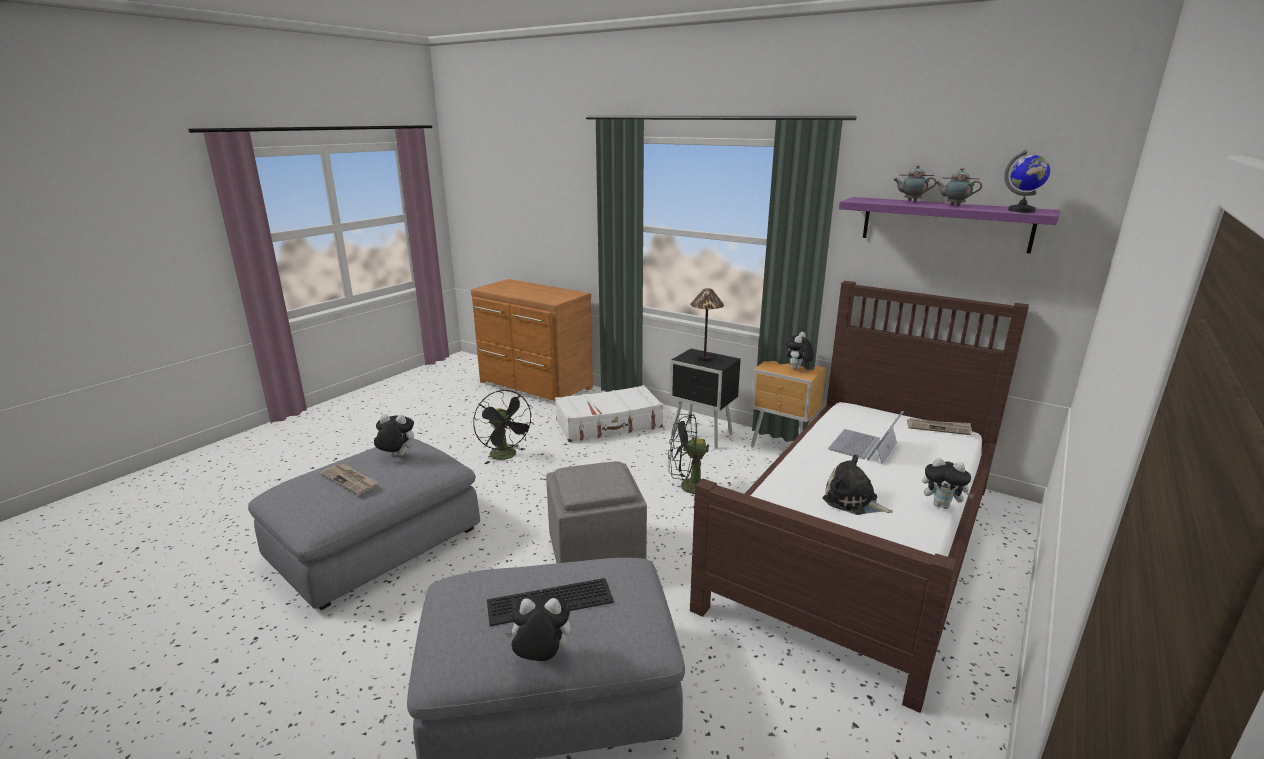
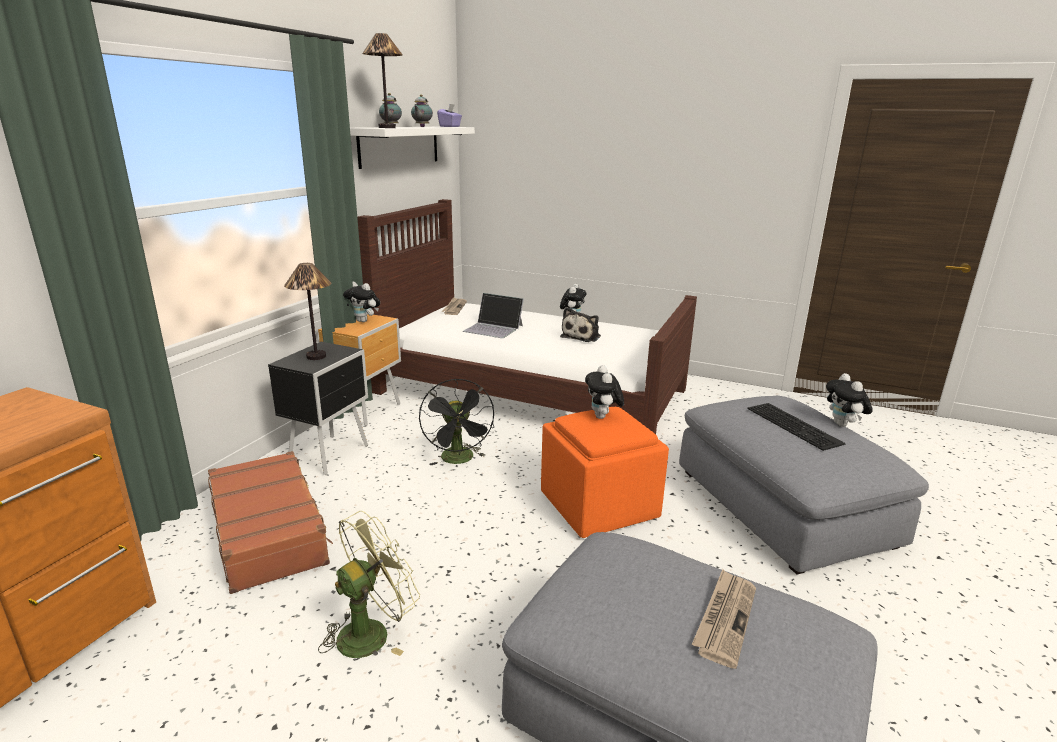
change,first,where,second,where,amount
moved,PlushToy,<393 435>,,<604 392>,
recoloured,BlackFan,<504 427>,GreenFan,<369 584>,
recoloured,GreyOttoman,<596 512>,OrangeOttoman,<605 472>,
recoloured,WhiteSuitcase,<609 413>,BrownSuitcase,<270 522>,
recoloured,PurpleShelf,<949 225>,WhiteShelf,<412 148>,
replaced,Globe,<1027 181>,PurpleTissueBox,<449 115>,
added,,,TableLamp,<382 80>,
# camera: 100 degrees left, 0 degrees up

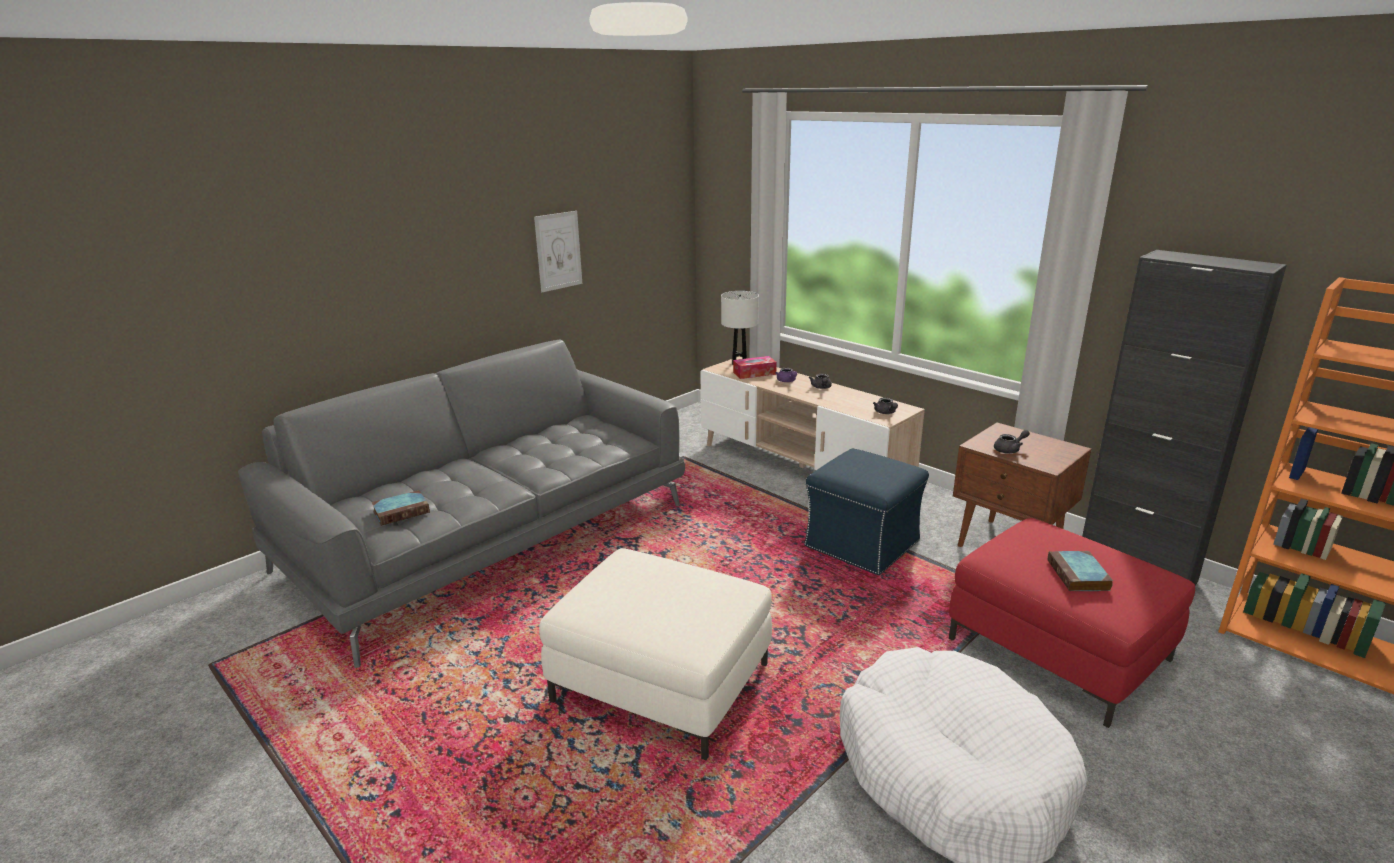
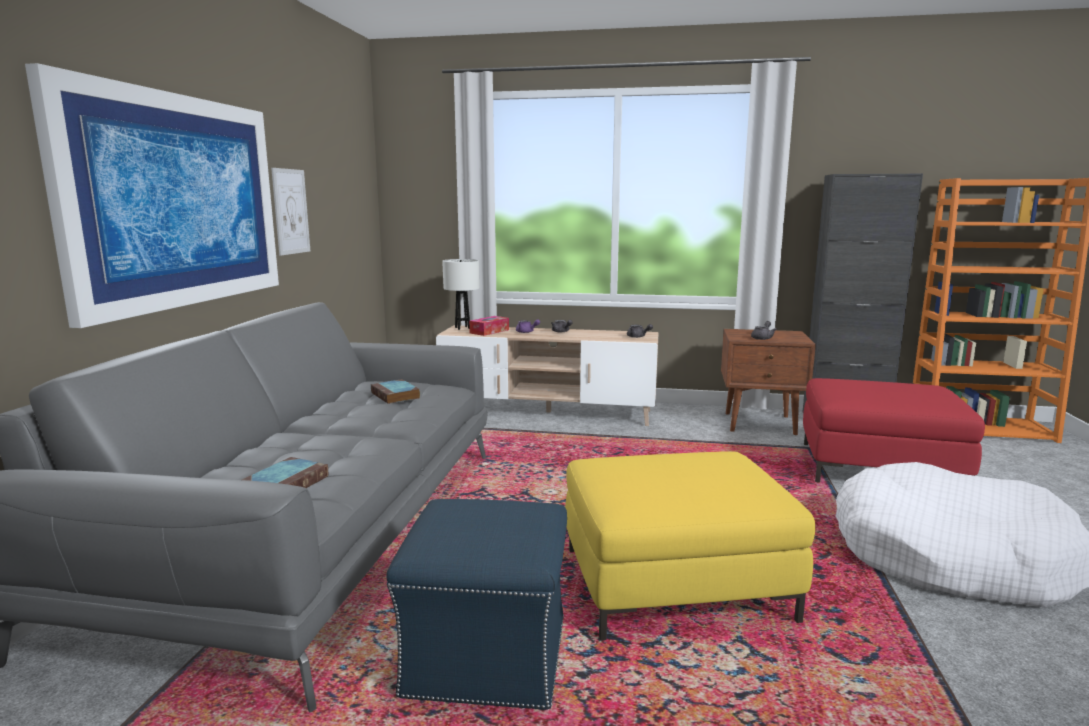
change,first,where,second,where,amount
recoloured,WhiteOttoman,<655 654>,YellowOttoman,<690 545>,
moved,BlueOttoman,<866 512>,,<476 604>,
moved,Book,<1080 571>,,<395 391>,
added,,,Picture,<152 195>,
# camera: 35 degrees left, 10 degrees down

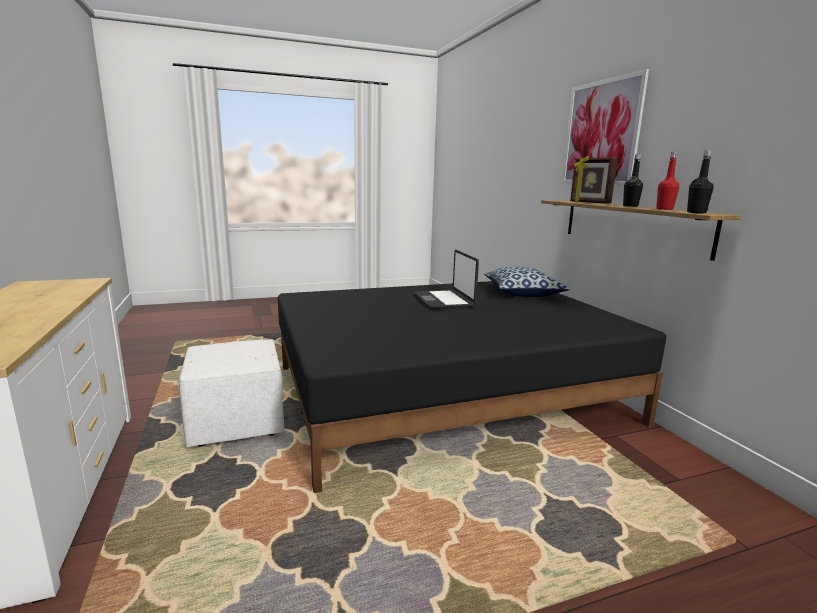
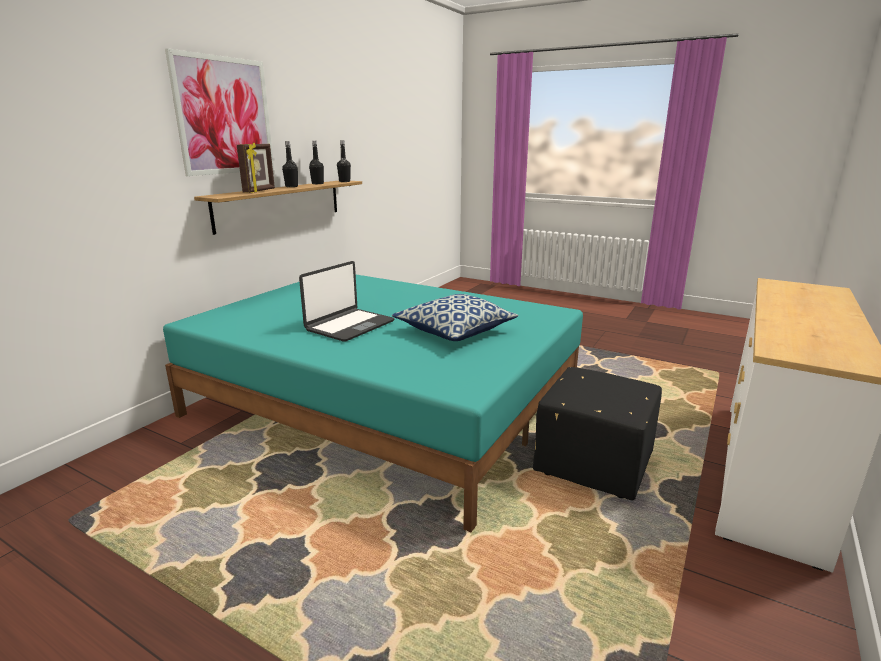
change,first,where,second,where,amount
recoloured,WhiteOttoman,<231 394>,BlackOttoman,<597 433>,
recoloured,BlackBed,<472 387>,TurquoiseBed,<373 403>,
moved,Pillow,<527 282>,,<455 317>,
recoloured,RedBottle,<667 181>,BlackBottle,<316 162>,
# camera: 130 degrees left, 5 degrees up

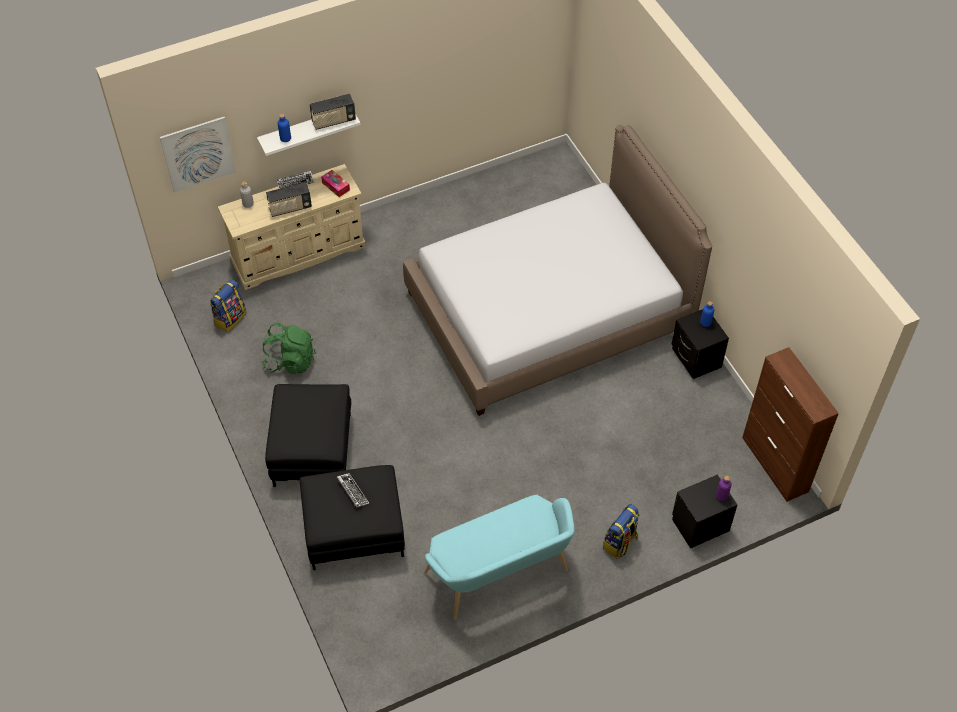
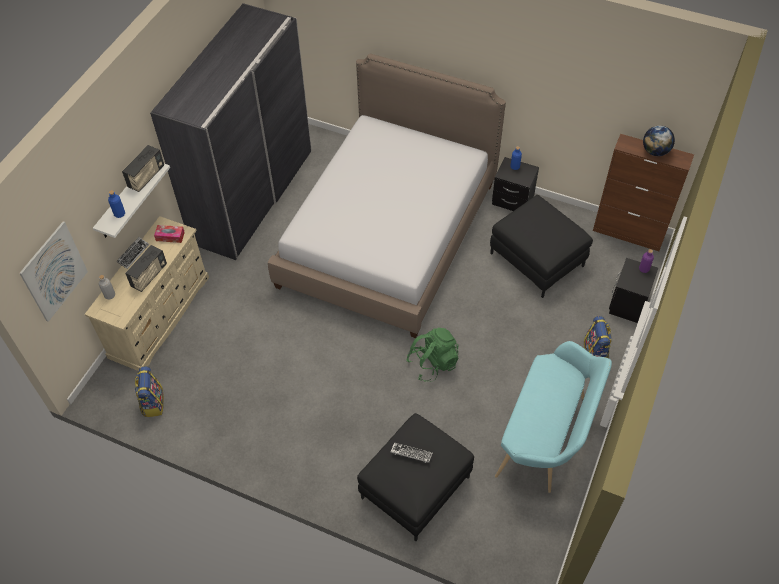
change,first,where,second,where,amount
moved,GreenBackpack,<288 348>,,<433 355>,
moved,BlackOttoman,<308 435>,,<541 246>,
added,,,GreyWardrobe,<231 131>,
added,,,Globe,<659 140>,
# camera: 40 degrees left, 0 degrees up

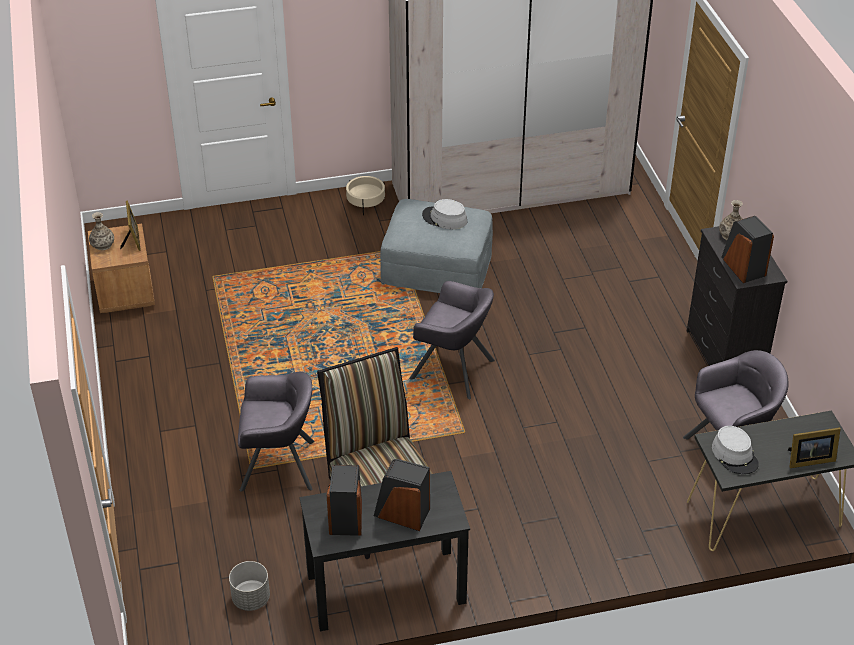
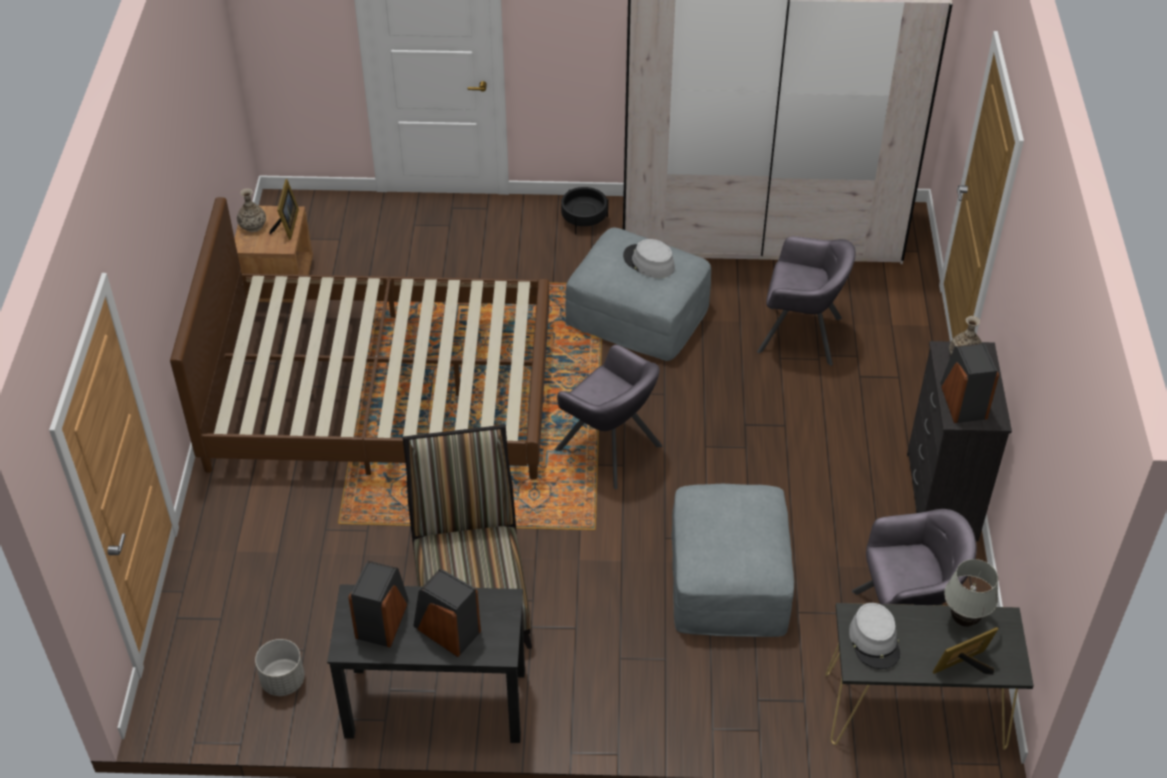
change,first,where,second,where,amount
moved,GreyArmchair,<276 431>,,<806 301>,
recoloured,BeigePlanter,<365 195>,BlackPlanter,<584 210>,
turned,PictureFrame,<814 447>,,<965 650>,150 degrees clockwise
added,,,BrownBed,<360 338>,
added,,,GreyOttoman,<733 560>,
added,,,WhiteTableLamp,<971 593>,
# camera: 15 degrees right, 5 degrees up

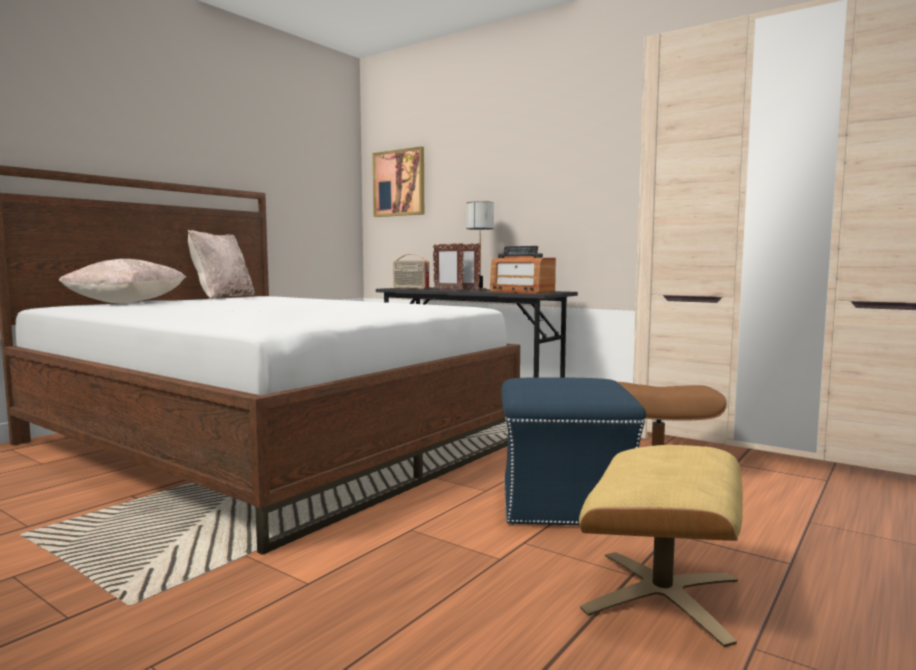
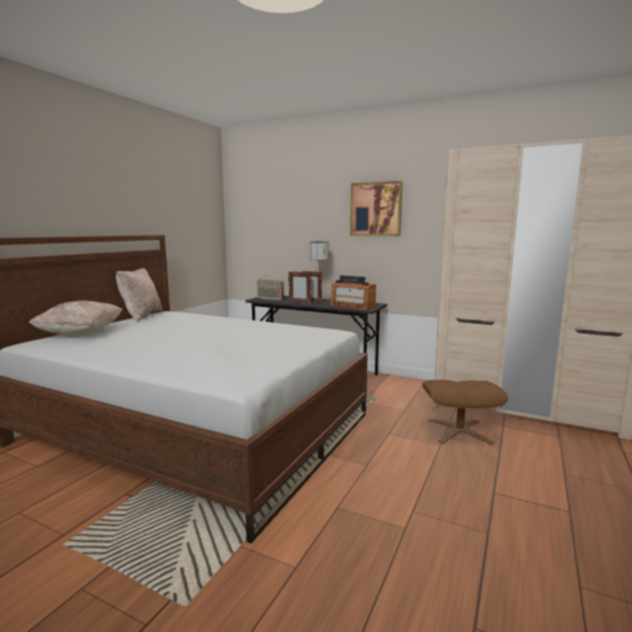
change,first,where,second,where,amount
moved,Picture,<398 181>,,<376 208>,
removed,BlueOttoman,<573 451>,,,
removed,BeigeOttoman,<661 546>,,,
# camera: 10 degrees left, 5 degrees up

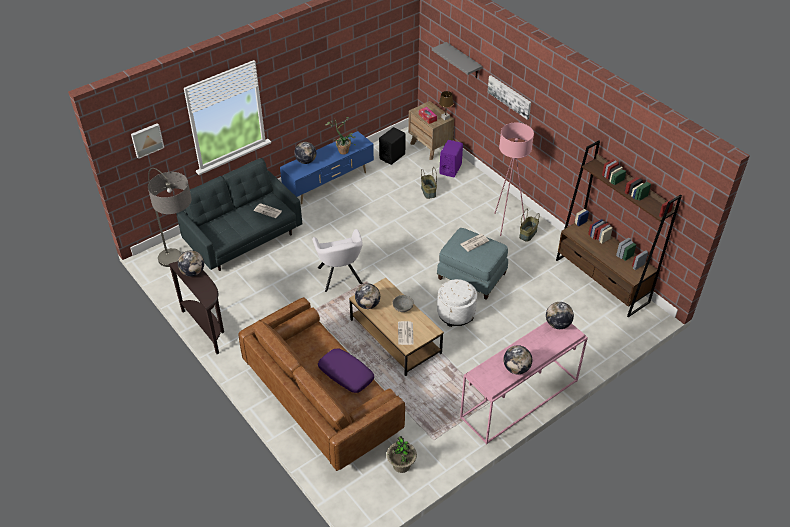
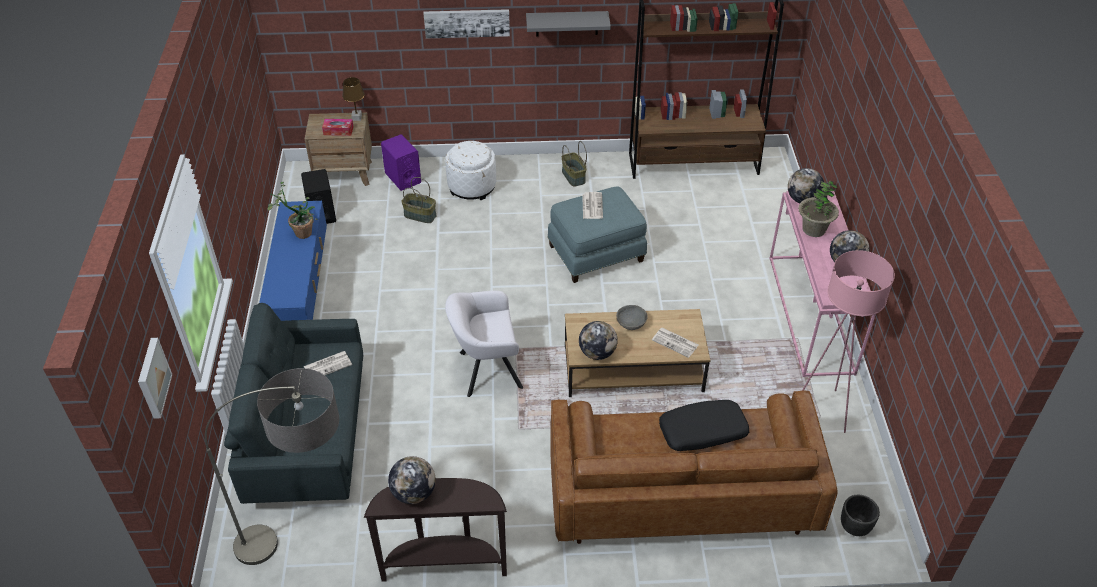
change,first,where,second,where,amount
removed,Globe,<305 153>,,,
turned,WhiteArmchair,<337 260>,,<484 344>,150 degrees clockwise
recoloured,PurplePillow,<346 371>,BlackPillow,<704 425>,
moved,PottedPlant,<401 454>,,<818 209>,
moved,GreyShelf,<457 60>,,<568 24>,
moved,WhiteOttoman,<457 303>,,<470 170>,
moved,PinkFloorLamp,<514 179>,,<848 341>,
added,,,BlackPlanter,<860 515>,
# camera: 55 degrees left, 0 degrees up

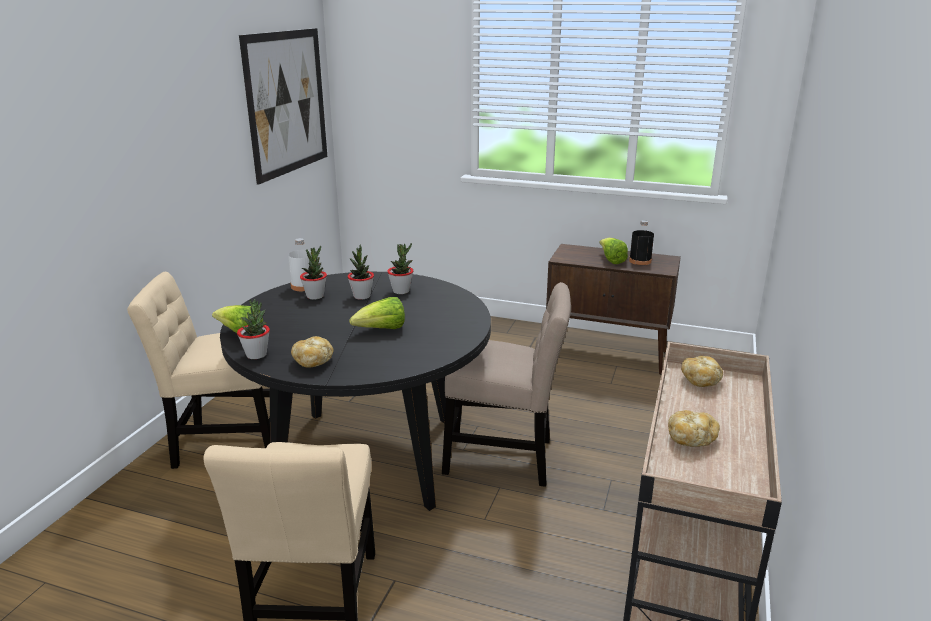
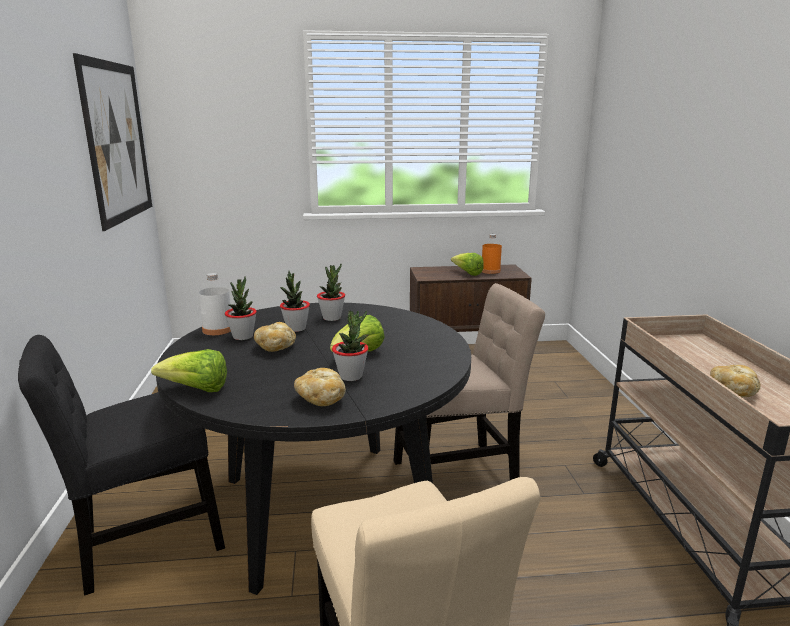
change,first,where,second,where,amount
recoloured,BeigeChair,<198 370>,BlackChair,<121 465>,
moved,PottedPlant,<253 329>,,<350 345>,
recoloured,BlackBottle,<641 242>,OrangeBottle,<492 254>,
moved,Bread,<702 371>,,<275 337>,
# camera: 25 degrees left, 5 degrees down

